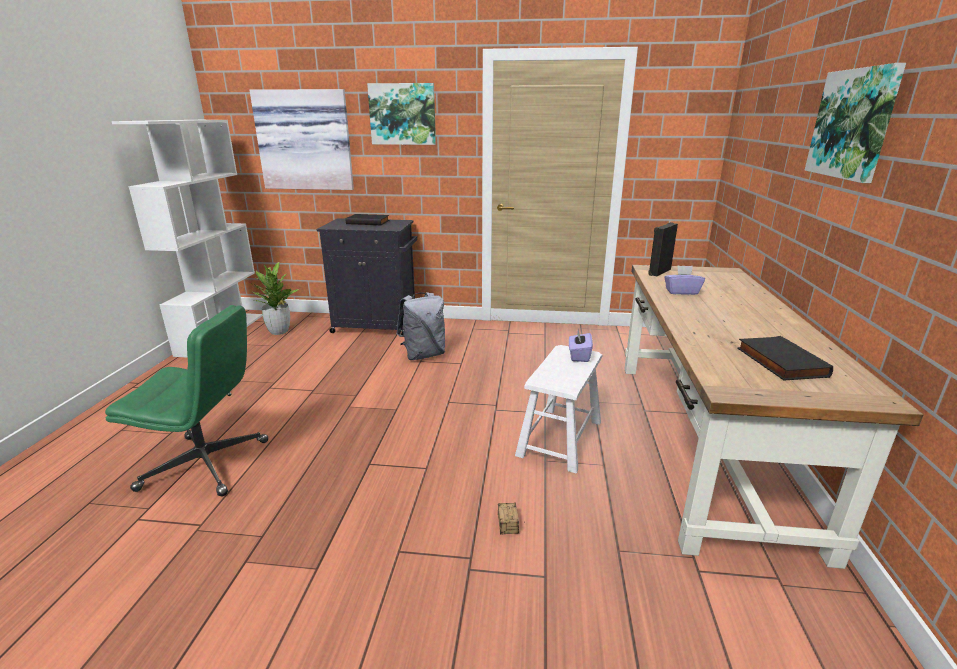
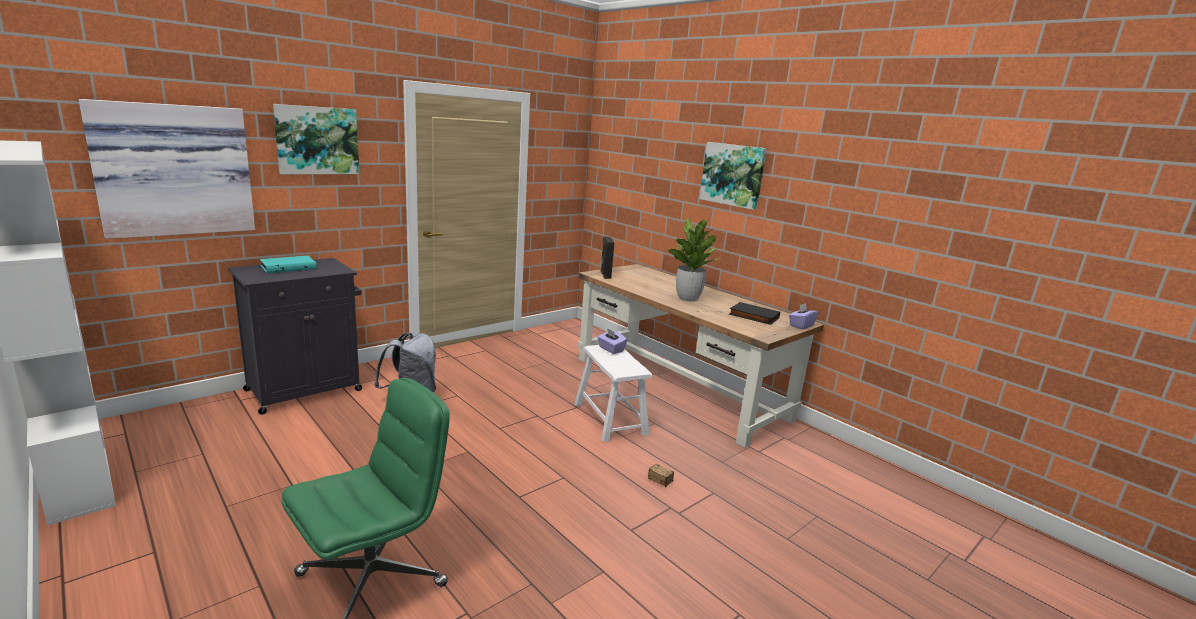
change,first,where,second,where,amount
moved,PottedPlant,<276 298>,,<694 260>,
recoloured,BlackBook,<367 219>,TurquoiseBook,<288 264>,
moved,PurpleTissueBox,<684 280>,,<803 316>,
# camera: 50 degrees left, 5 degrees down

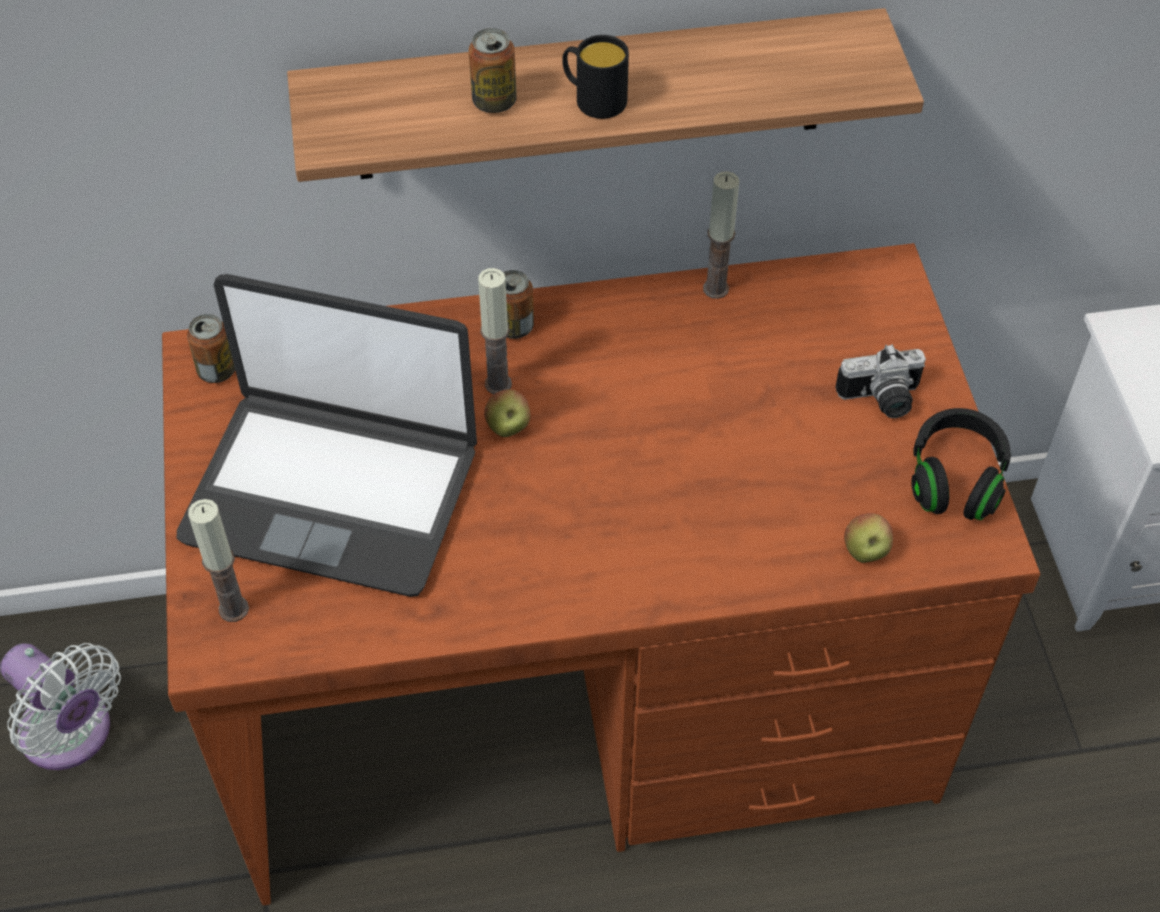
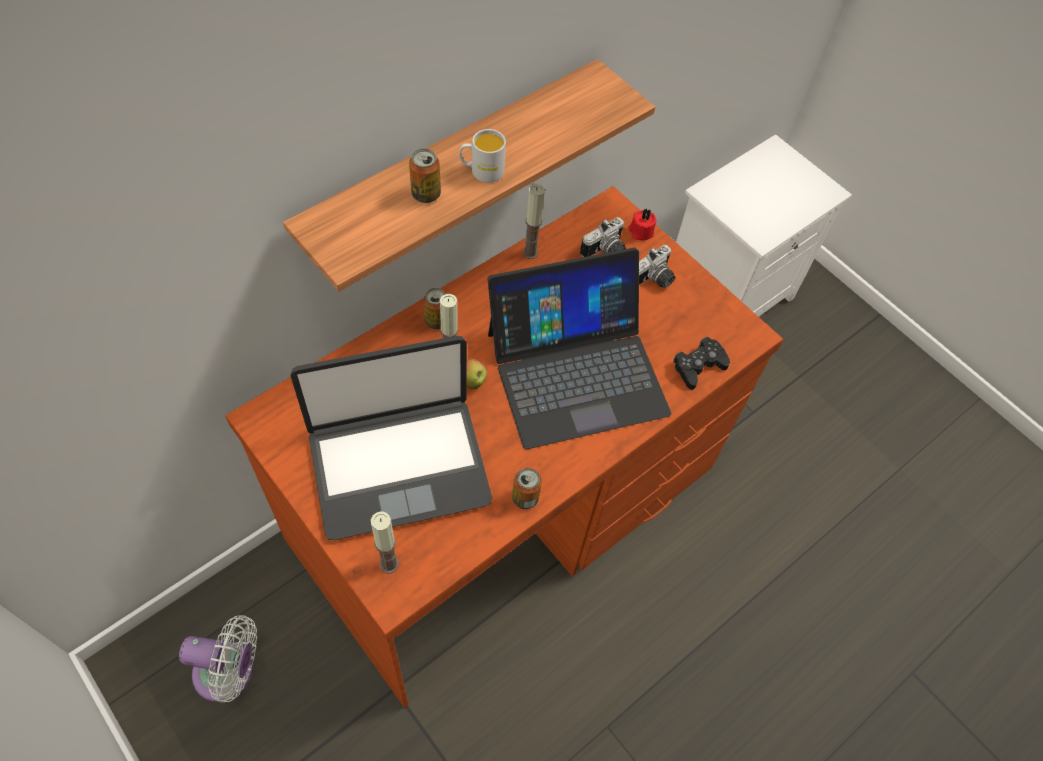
change,first,where,second,where,amount
moved,Can,<211 348>,,<527 488>,
recoloured,BlackMug,<595 77>,WhiteMug,<482 156>,
replaced,Apple,<868 538>,BlackGameController,<701 363>,
removed,BlackHeadphones,<961 464>,,,
added,,,Laptop,<579 348>,
added,,,PhotoCamera,<603 237>,
added,,,RedCandle,<642 224>,
# camera: 35 degrees left, 5 degrees up

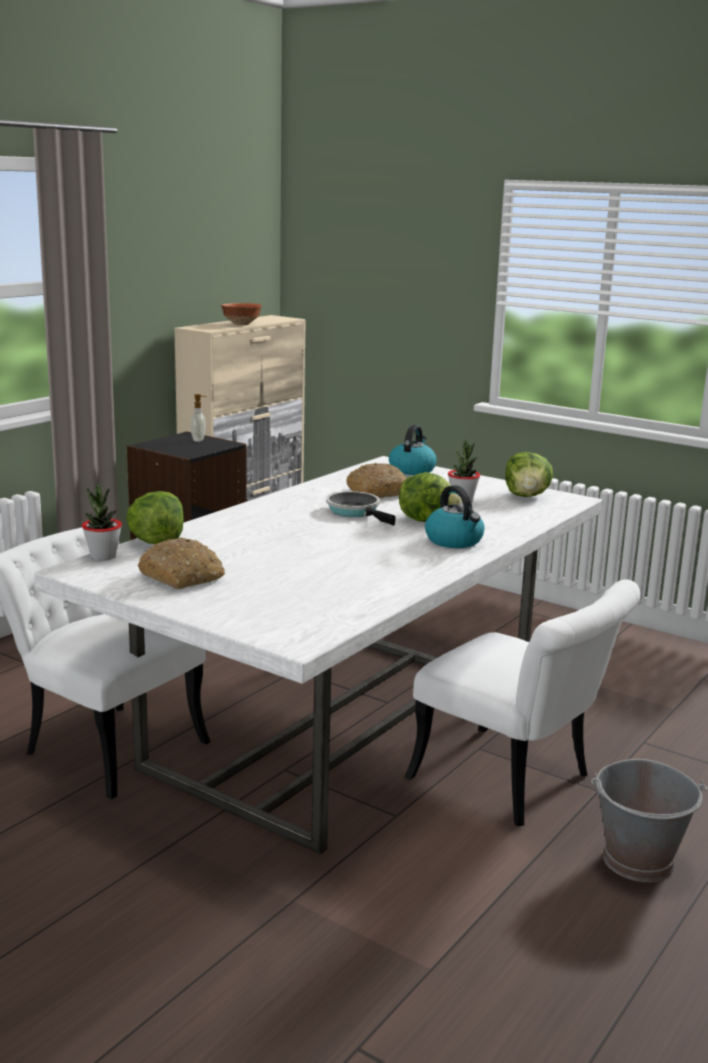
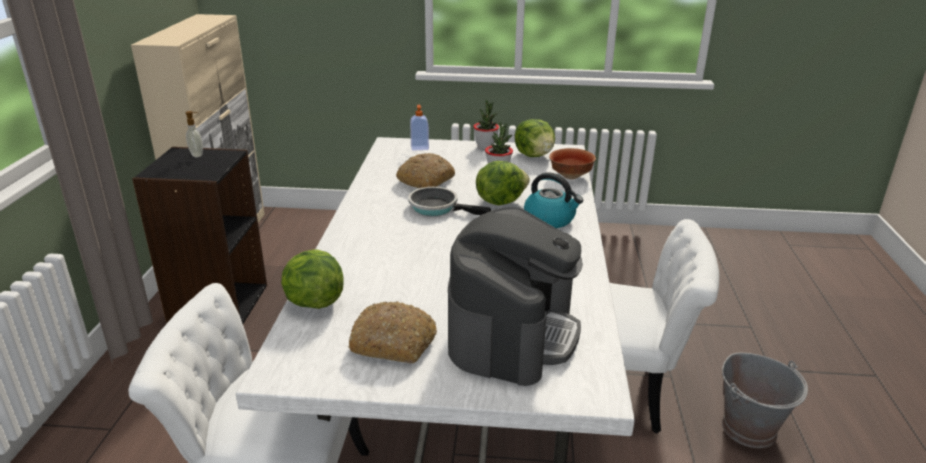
change,first,where,second,where,amount
moved,PottedPlant,<102 522>,,<486 125>,
moved,Bowl,<241 314>,,<572 163>,
replaced,Kettle,<413 450>,SoapDispenser,<419 128>,
added,,,CoffeeMachine,<515 296>,
# camera: 30 degrees left, 10 degrees up

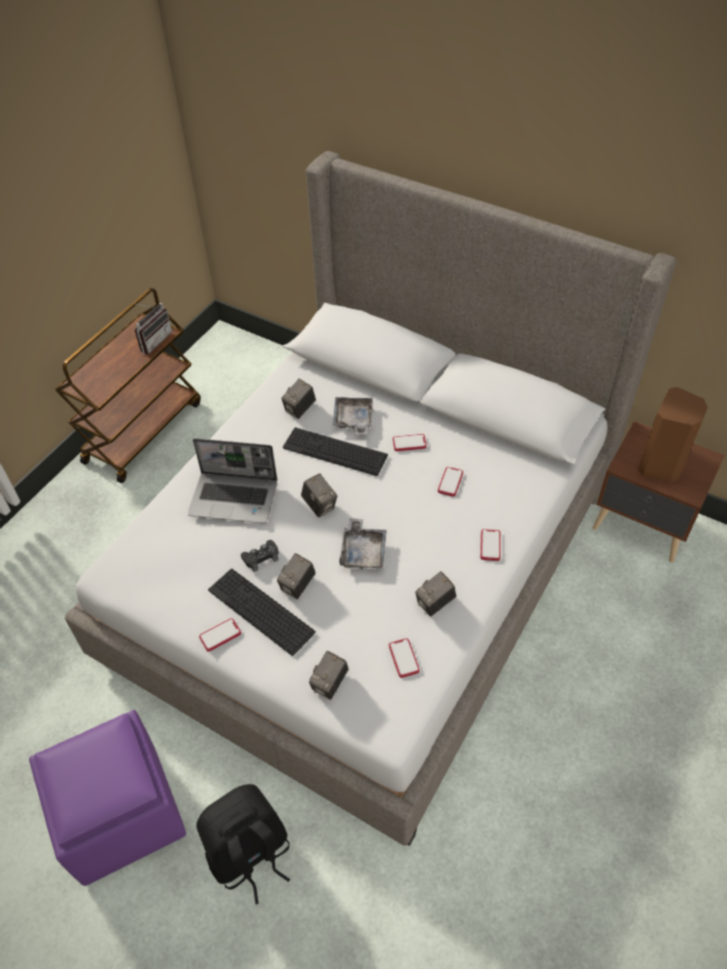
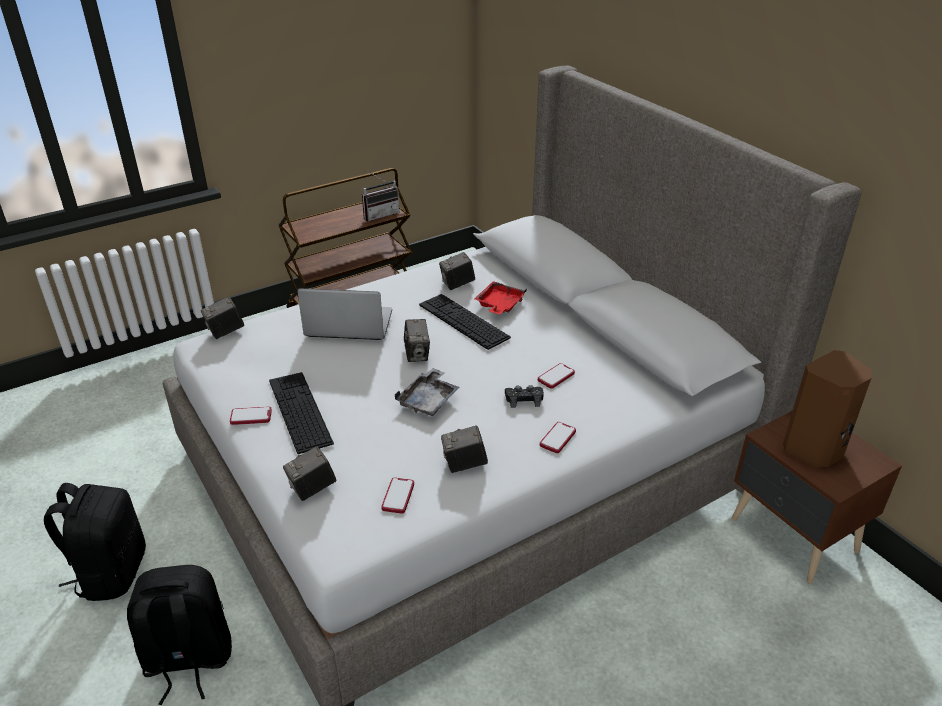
change,first,where,second,where,amount
replaced,PurpleOttoman,<107 798>,BlackBackpack,<95 542>,
turned,Laptop,<232 480>,,<344 314>,150 degrees clockwise
moved,BlackGameController,<260 556>,,<524 396>,
moved,PhotoCamera,<296 576>,,<222 318>,
recoloured,GreyTray,<353 415>,RedTray,<500 297>,
removed,Phone,<410 442>,,,
# camera: 25 degrees right, 15 degrees down

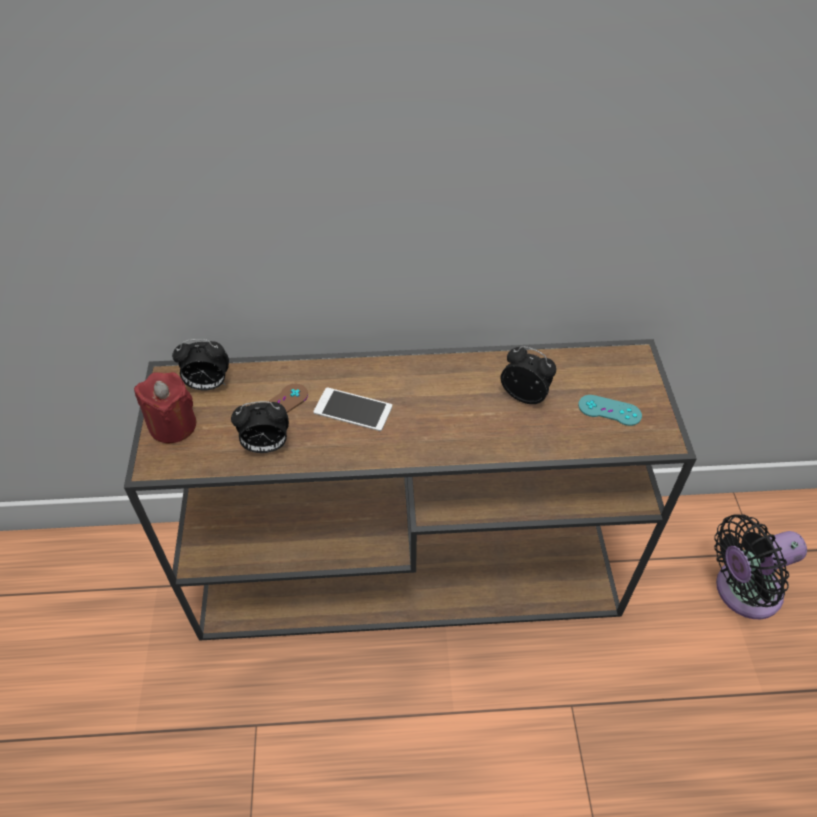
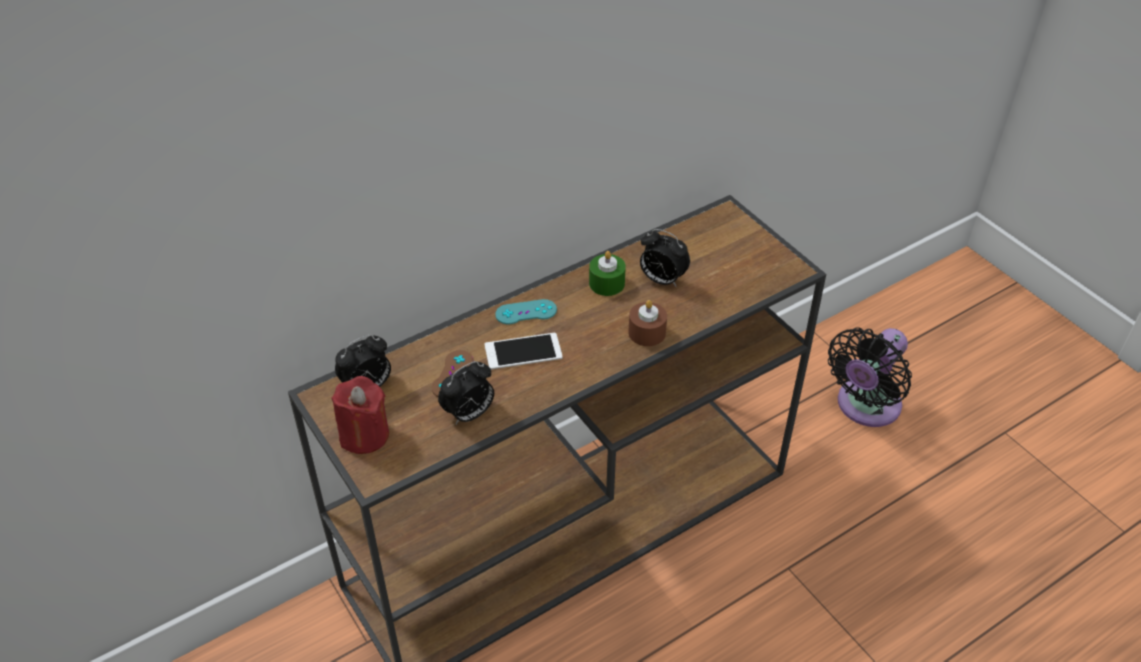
change,first,where,second,where,amount
turned,AlarmClock,<528 375>,,<665 258>,150 degrees counterclockwise
moved,TurquoiseGameController,<610 410>,,<526 311>,
added,,,GreenCandle,<607 273>,
added,,,BrownCandle,<647 323>,
# camera: 30 degrees left, 5 degrees down

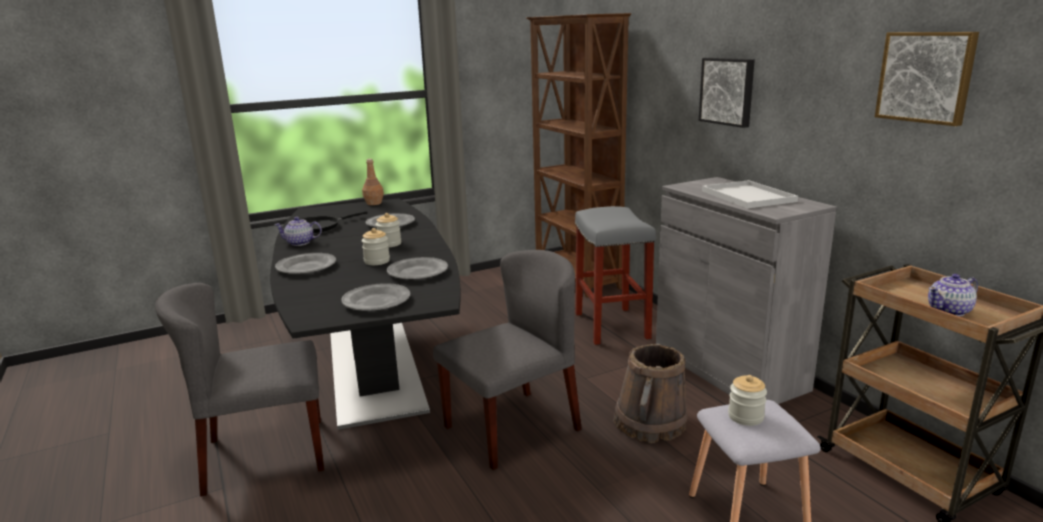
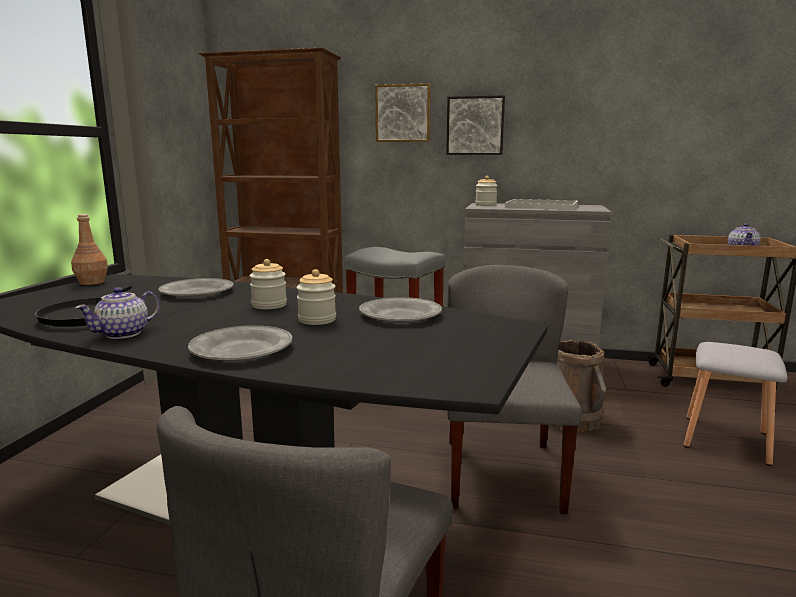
change,first,where,second,where,amount
removed,GreyPlate,<375 297>,,,
moved,Jar,<747 400>,,<486 191>,
moved,Picture,<927 79>,,<403 112>,
# camera: 50 degrees left, 5 degrees down

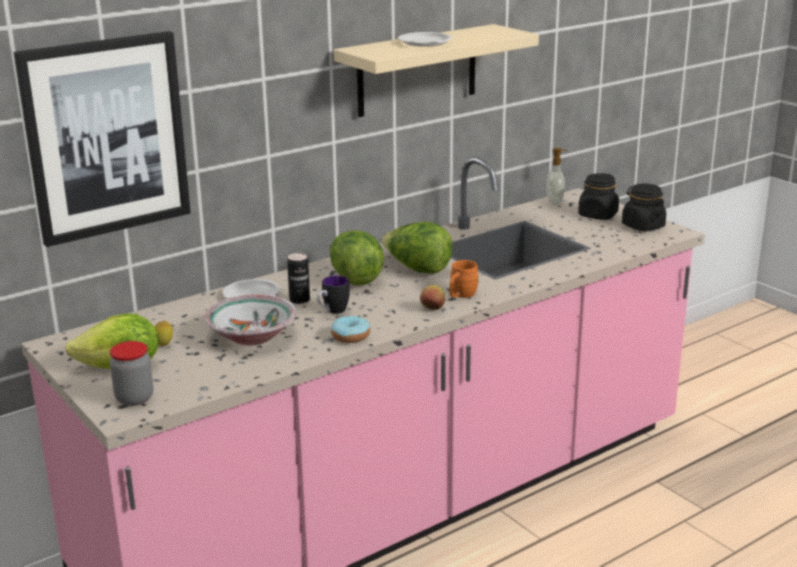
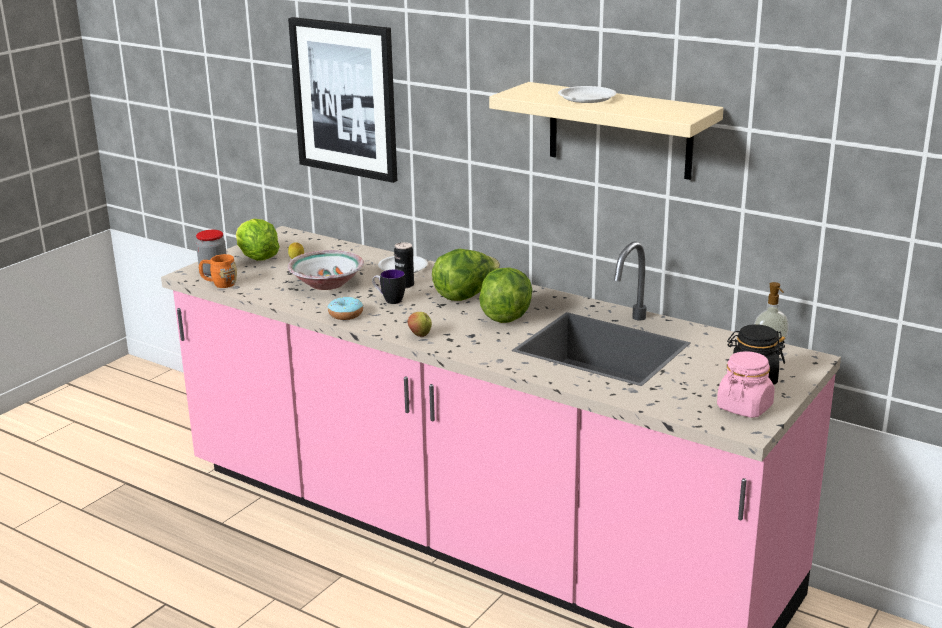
change,first,where,second,where,amount
moved,OrangeMug,<464 279>,,<218 271>,
recoloured,BlackJar,<644 207>,PinkJar,<746 384>,
# camera: 70 degrees right, 0 degrees up

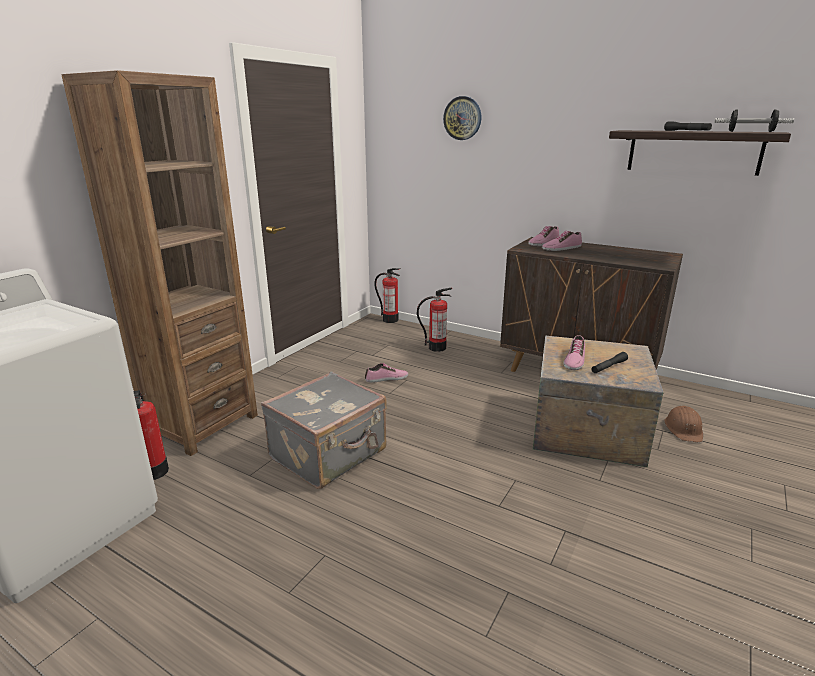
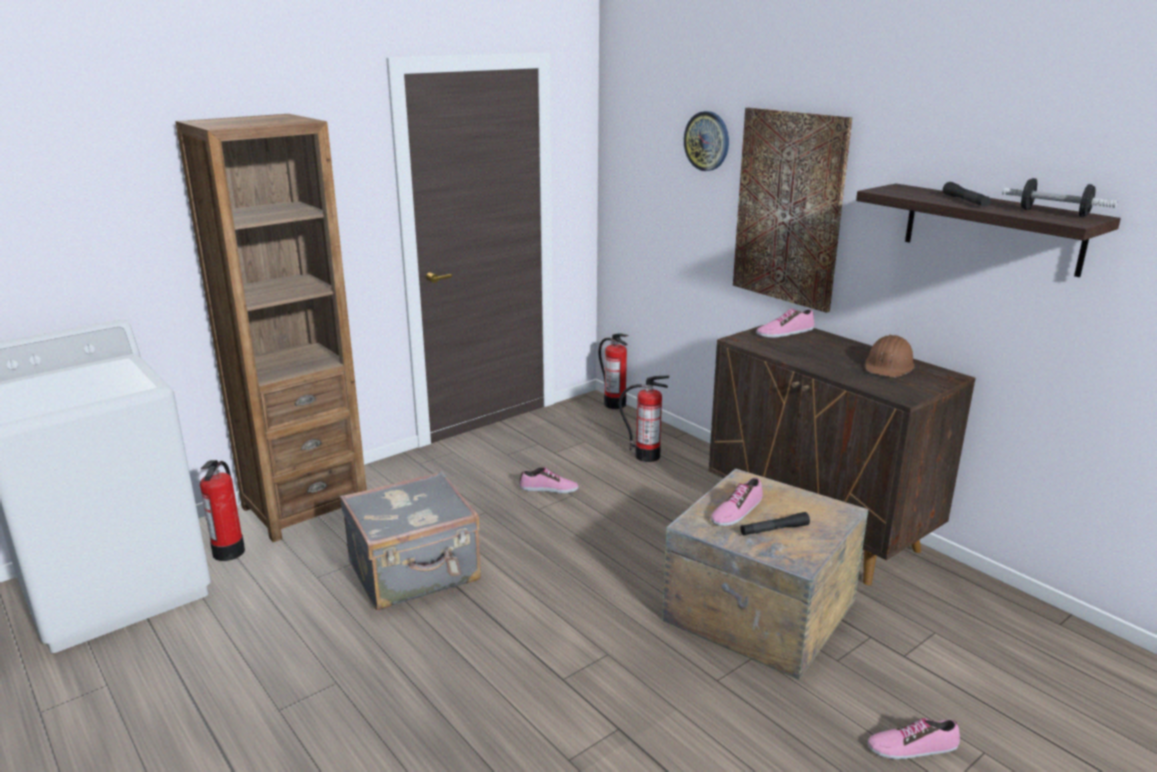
change,first,where,second,where,amount
moved,Shoe,<562 241>,,<914 738>,
moved,BrownHardHat,<683 424>,,<890 356>,
added,,,Picture,<792 210>,
# camera: 20 degrees right, 0 degrees up

